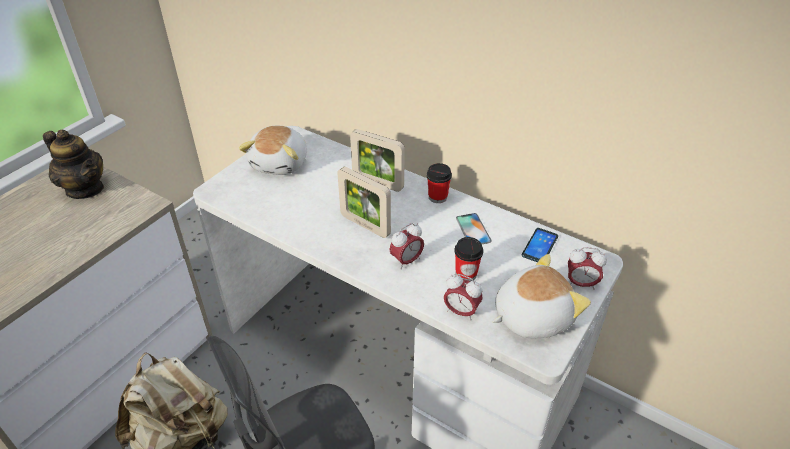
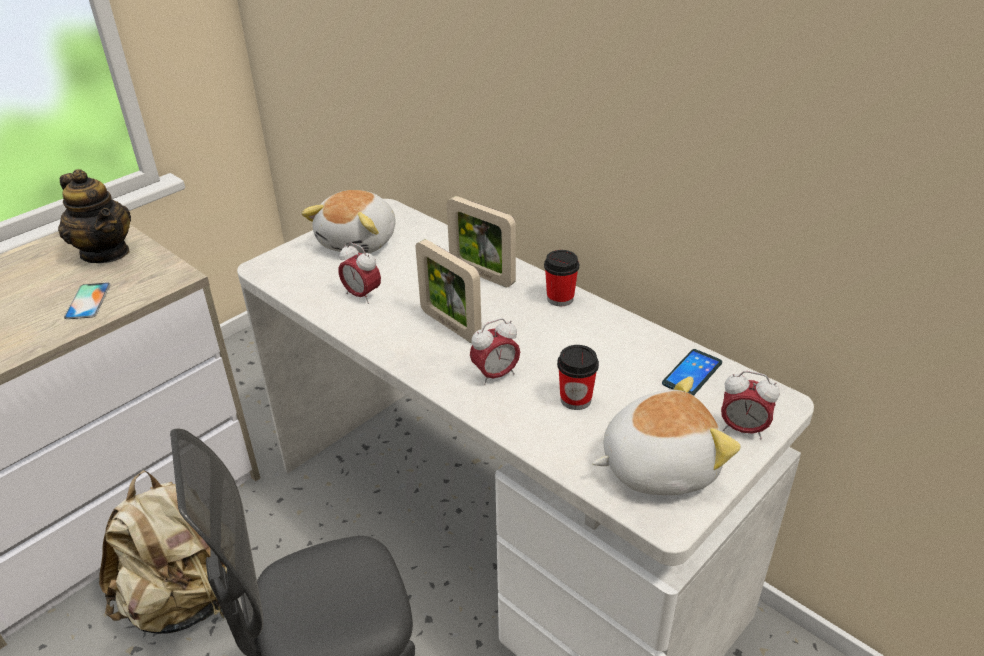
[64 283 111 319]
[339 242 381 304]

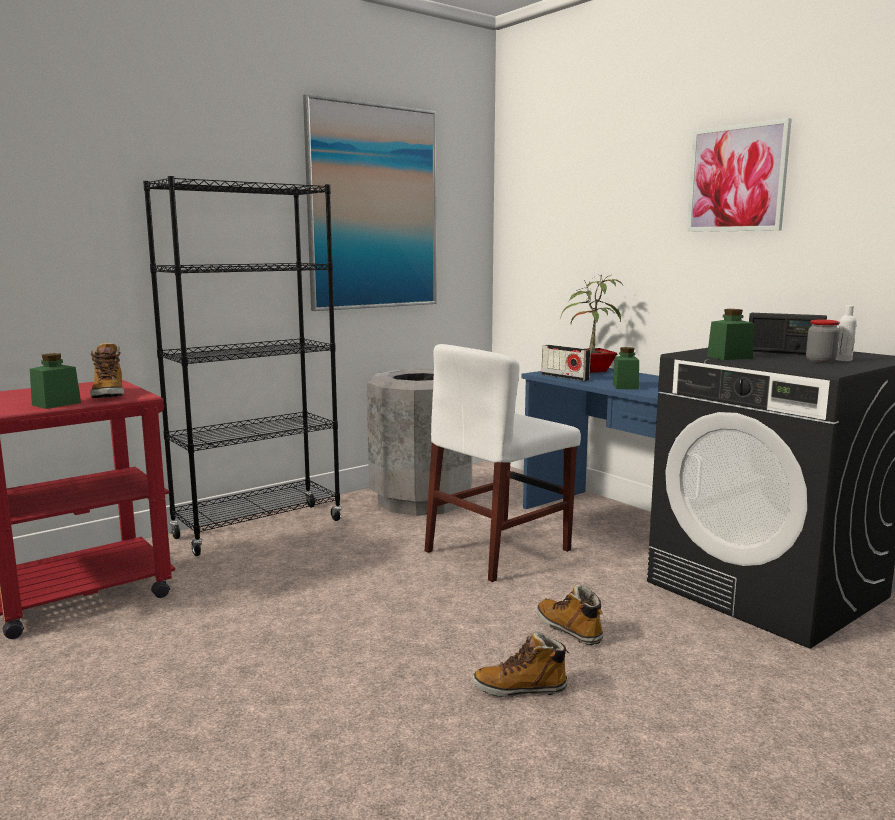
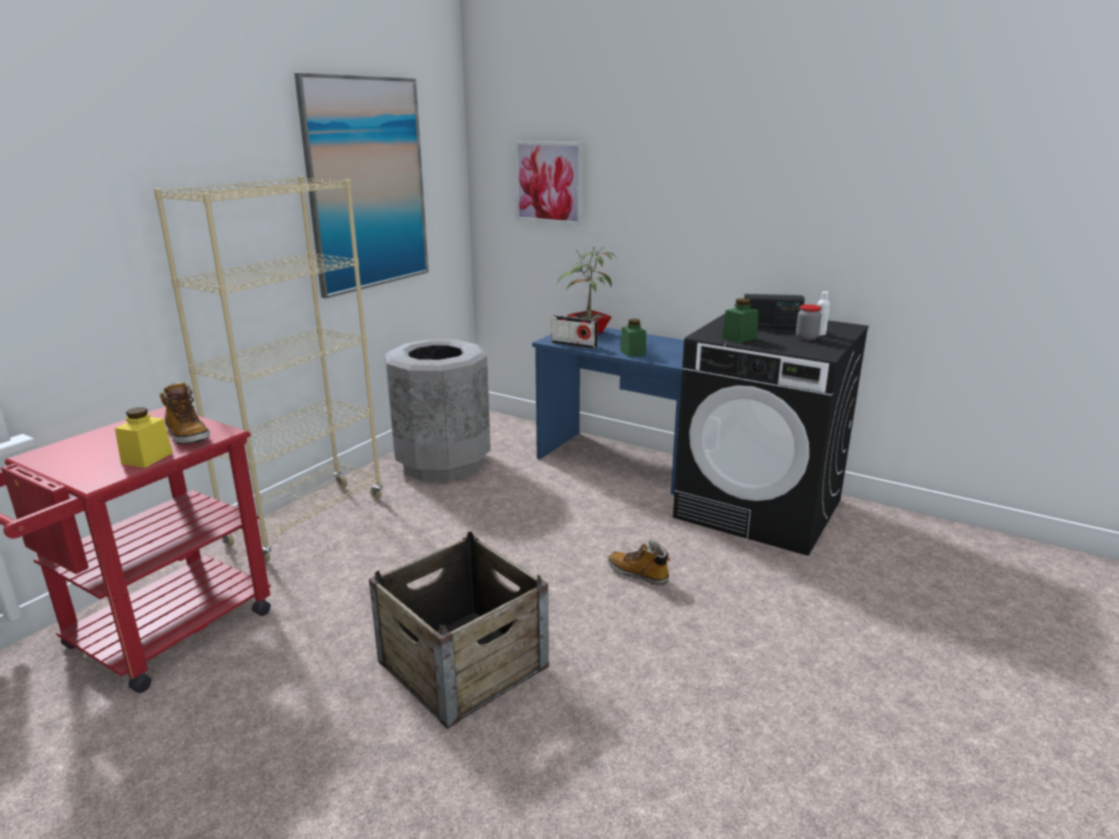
[514 141 583 226]
[154 176 383 563]
[425 344 581 582] (first image)
[115 407 173 468]
[473 631 570 697] (first image)
[369 531 549 729]

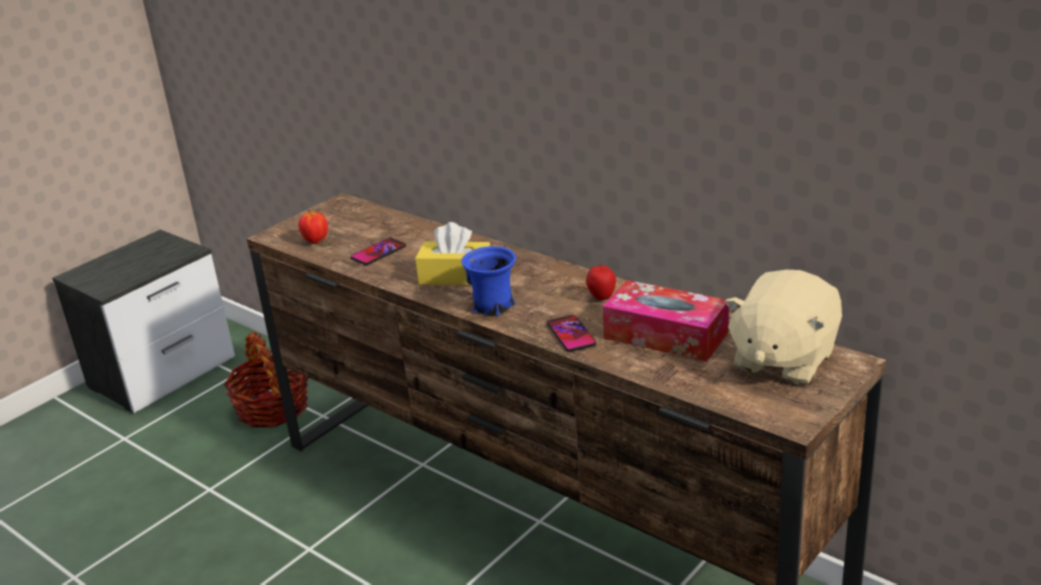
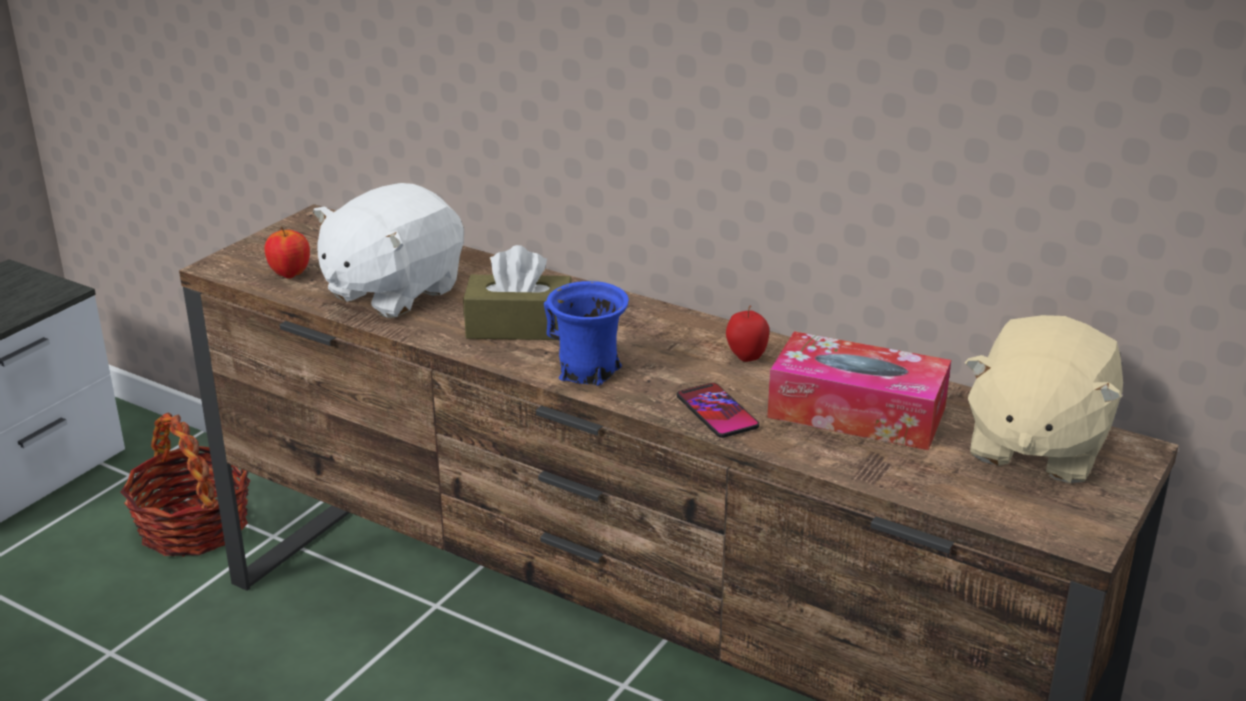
[463 245 572 340]
[313 183 464 318]

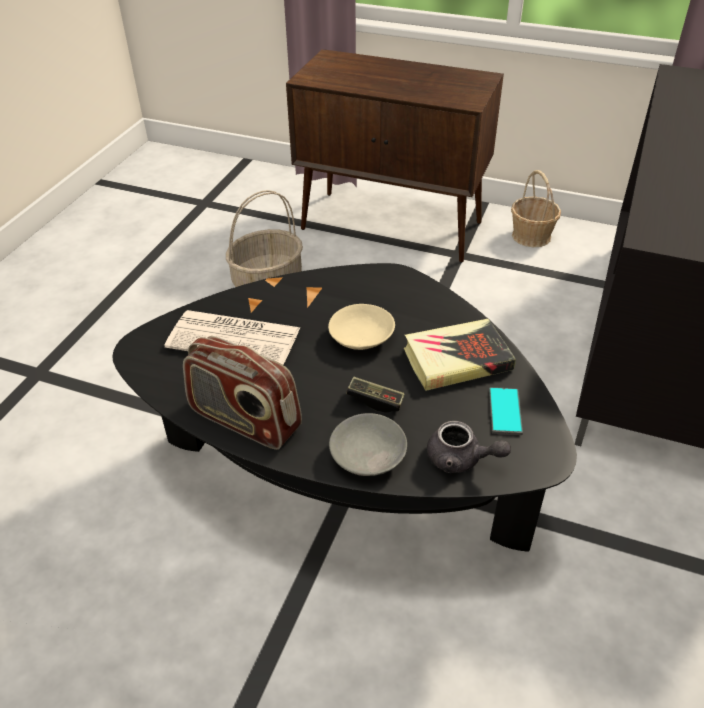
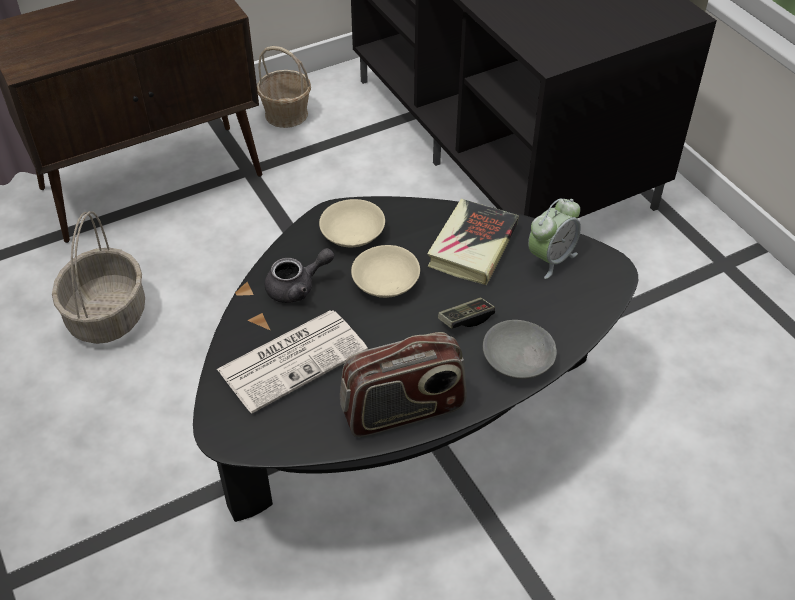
[528 198 581 279]
[265 248 334 303]
[319 199 385 248]

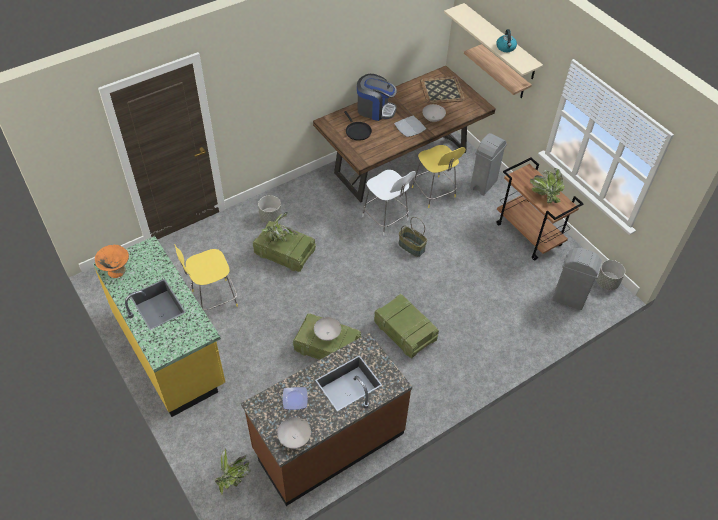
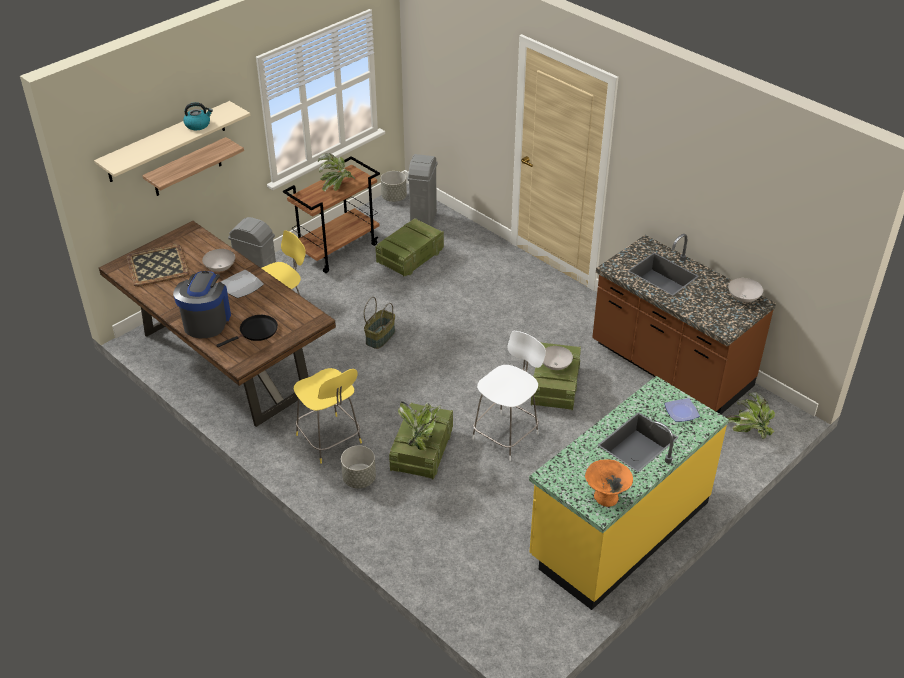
[472 331 546 461]
[294 368 362 464]
[375 218 444 276]
[664 398 700 422]

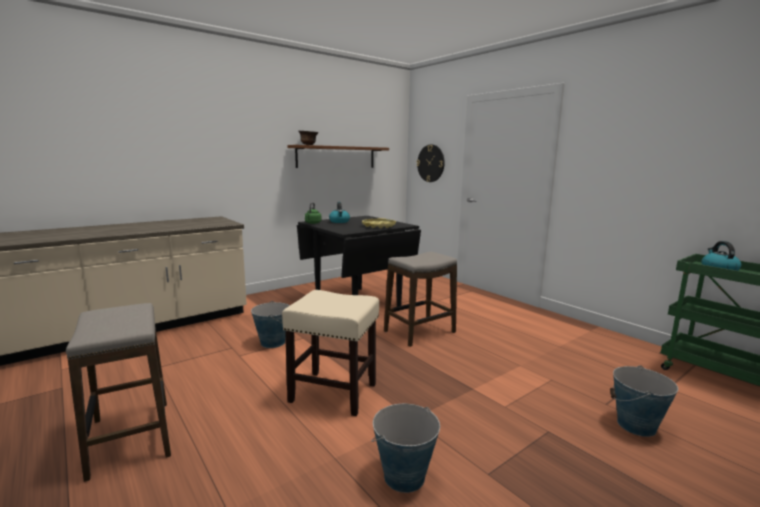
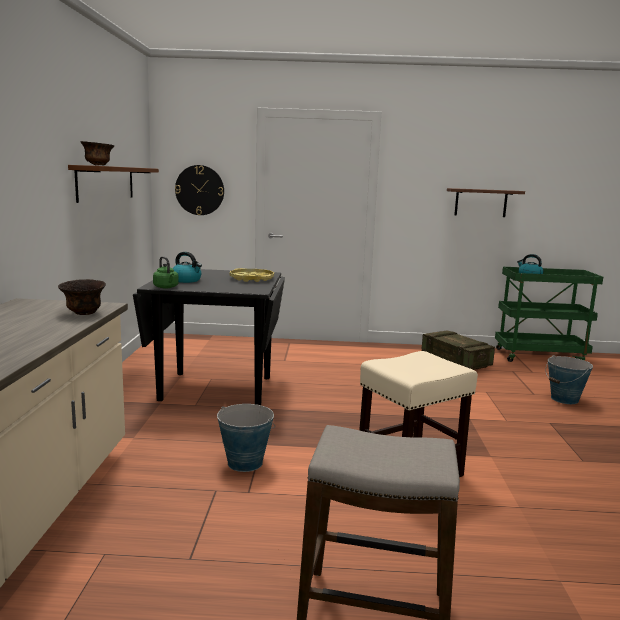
[384 252 457 347] (first image)
[371 404 440 493] (first image)
[447 188 525 217]
[58 279 106 315]
[421 330 495 370]

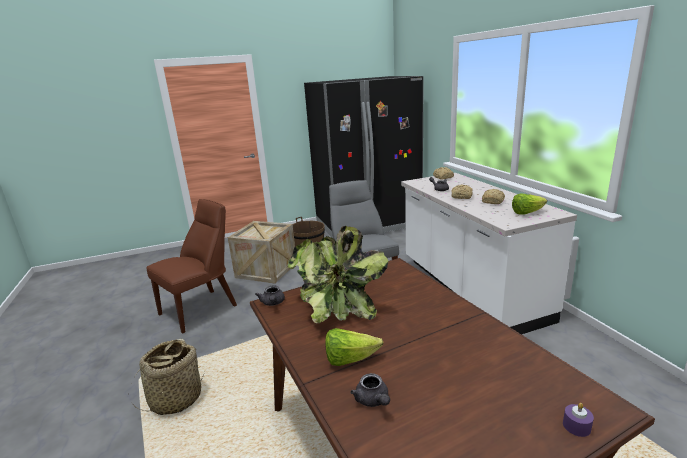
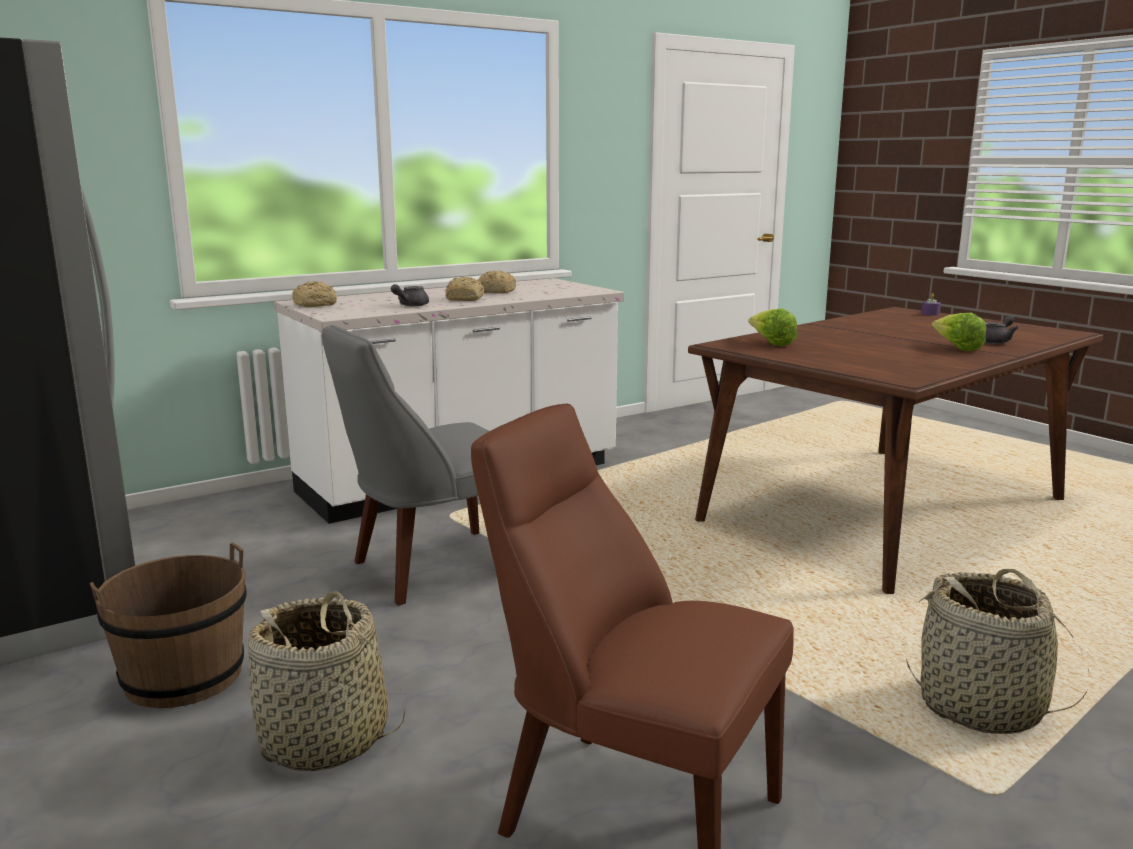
[748 309 797 346]
[248 591 405 771]
[287 225 388 323] (first image)
[255 286 285 306] (first image)

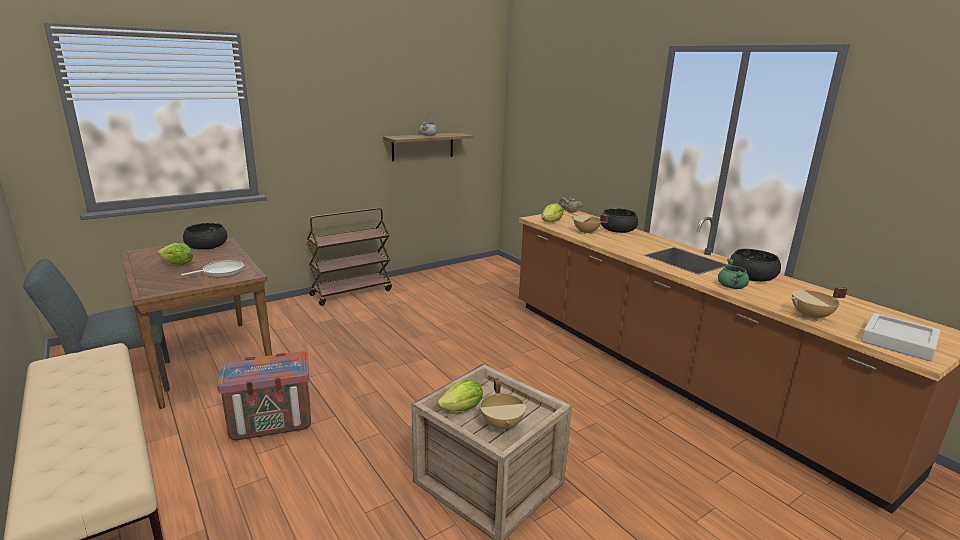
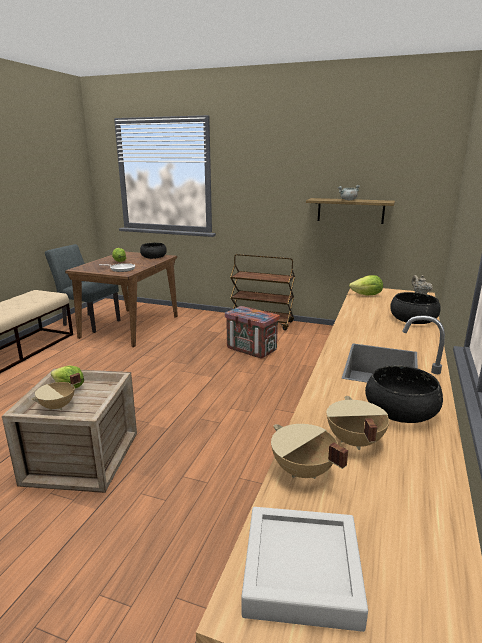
[327 396 389 450]
[718 259 749 289] (first image)
[225 306 280 358]

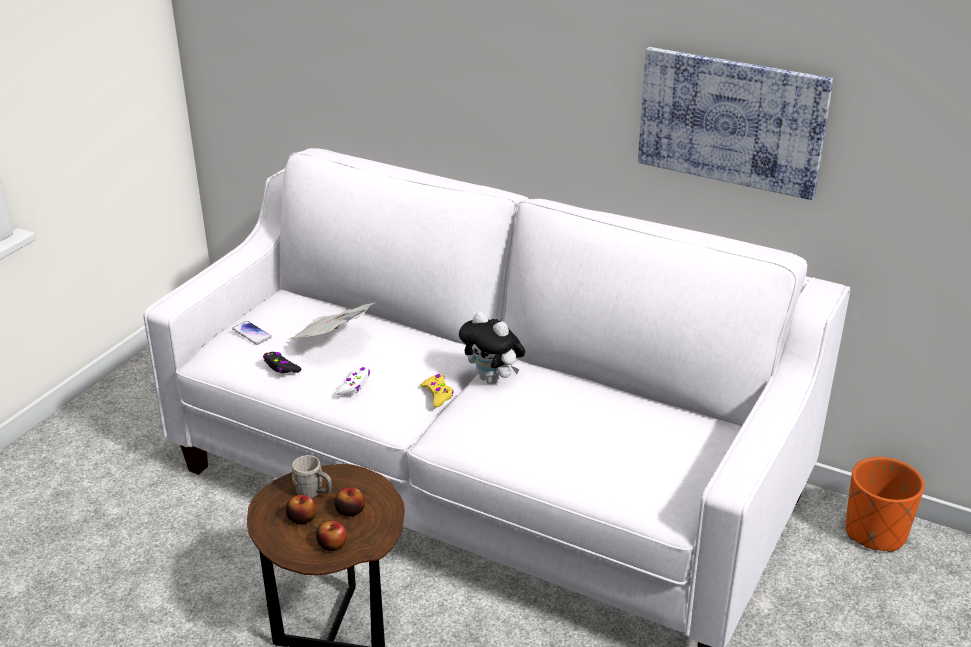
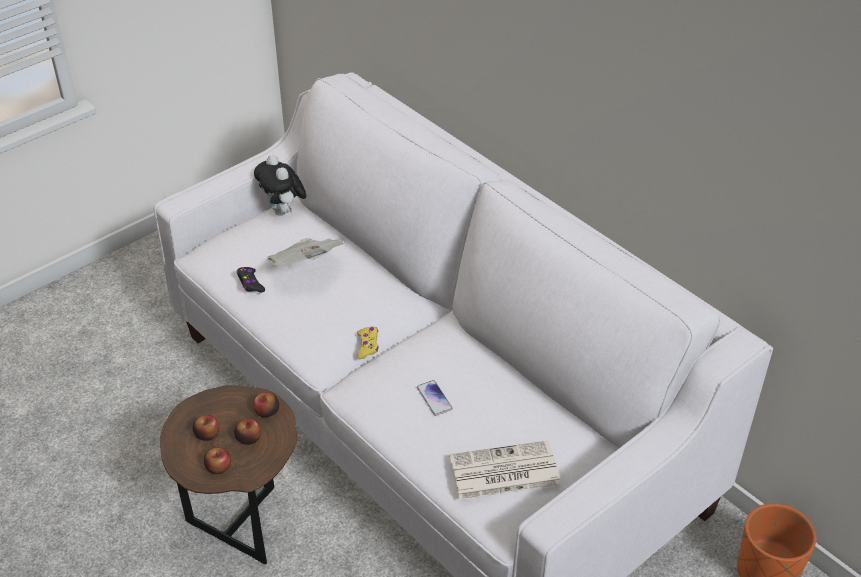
[638 47 833 200] (first image)
[254 155 307 216]
[417 380 453 416]
[336 367 370 395] (first image)
[292 455 332 498] (first image)
[253 392 279 417]
[449 440 561 500]

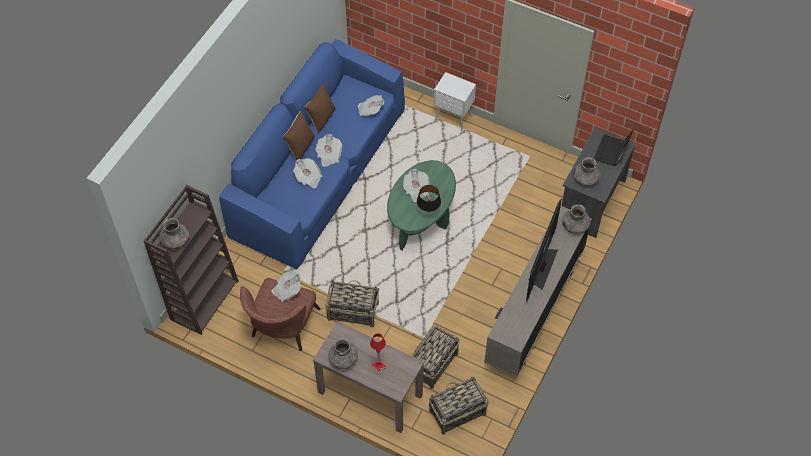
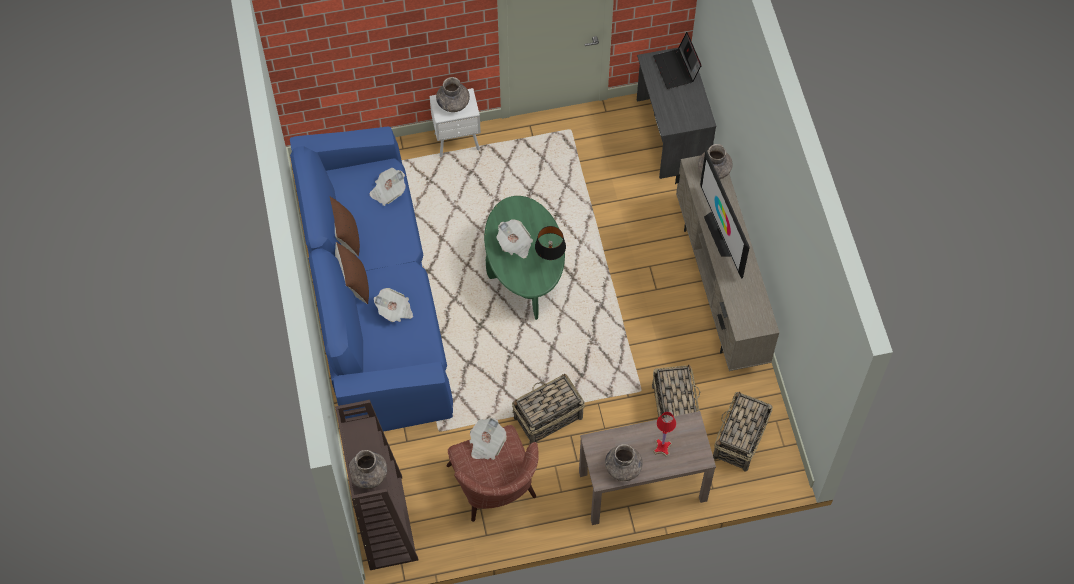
[315 134 342 167] (first image)
[436 77 470 112]

